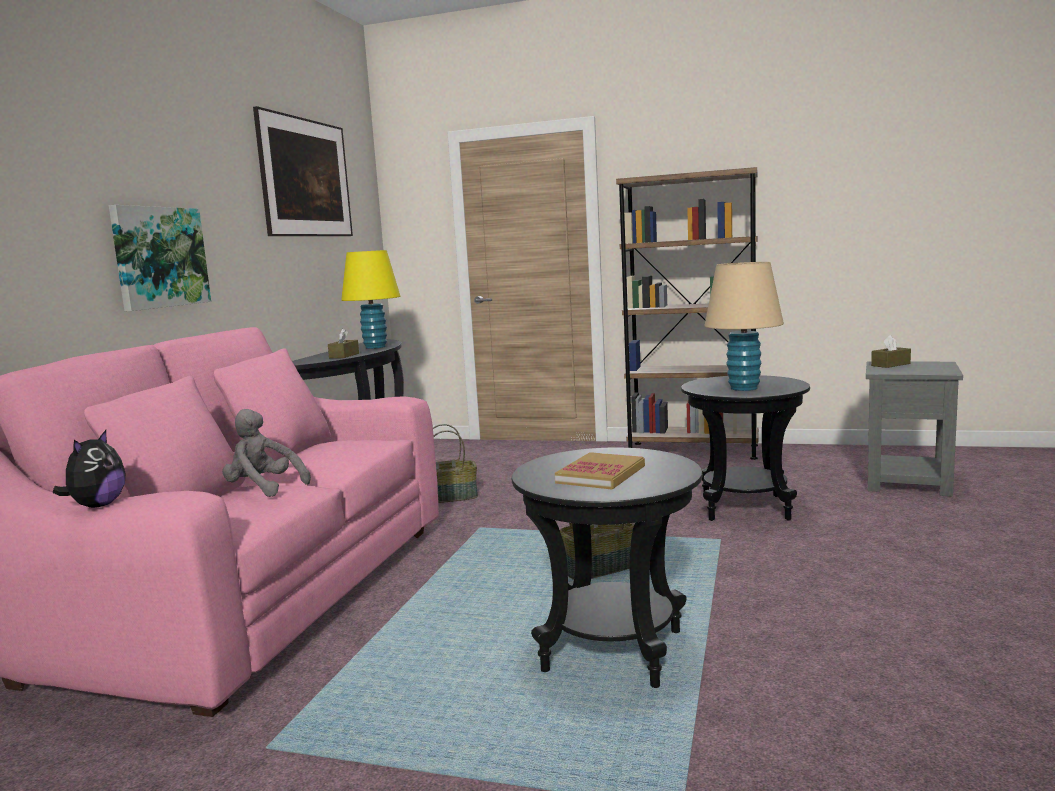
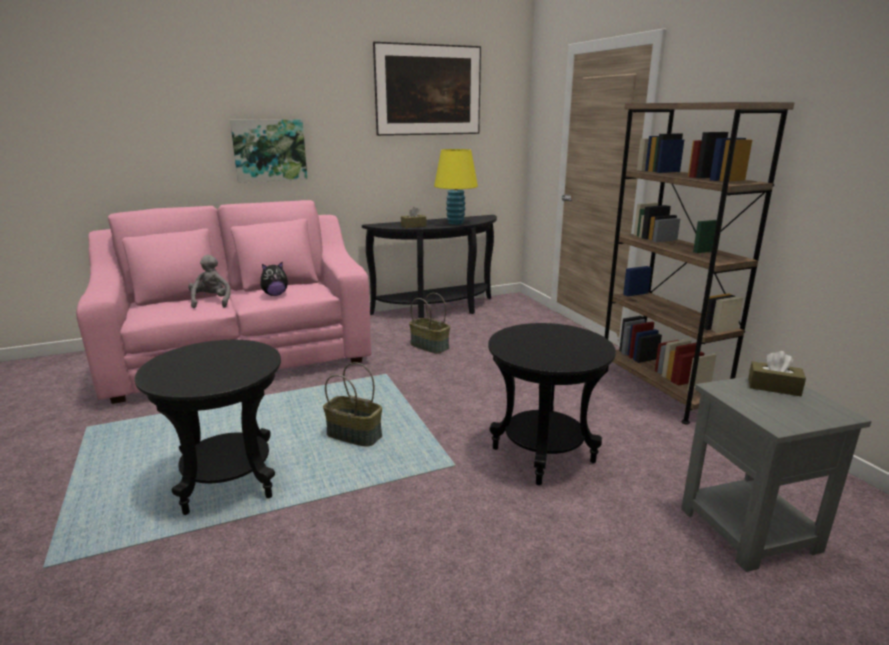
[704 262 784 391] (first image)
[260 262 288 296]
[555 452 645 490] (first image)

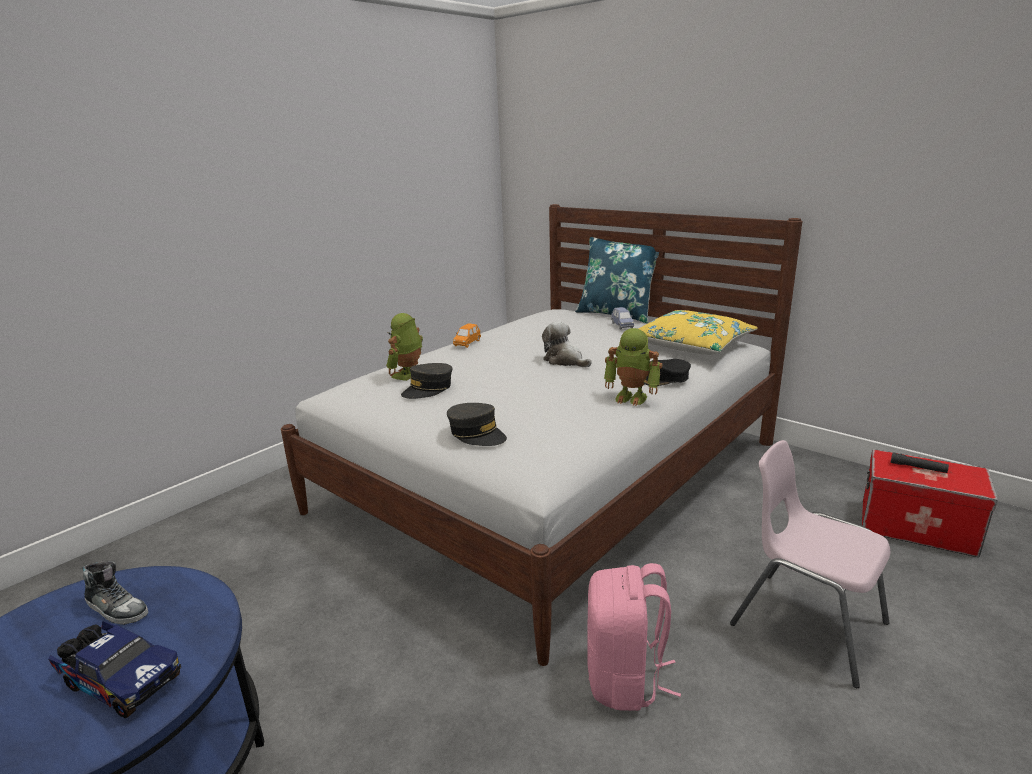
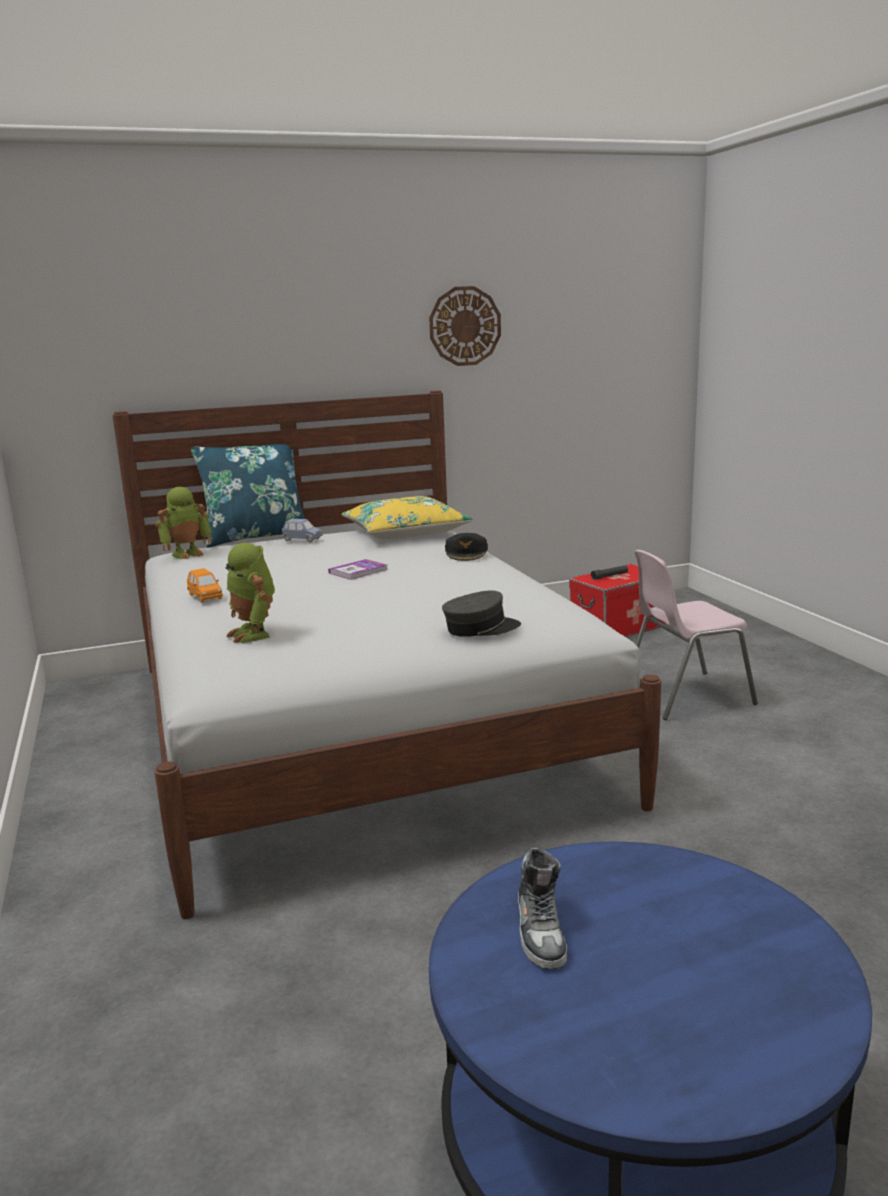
[328 559 388 580]
[155 487 212 559]
[401 363 453 399] (first image)
[518 848 567 969]
[587 563 681 711] (first image)
[48 621 181 718] (first image)
[429 286 501 366]

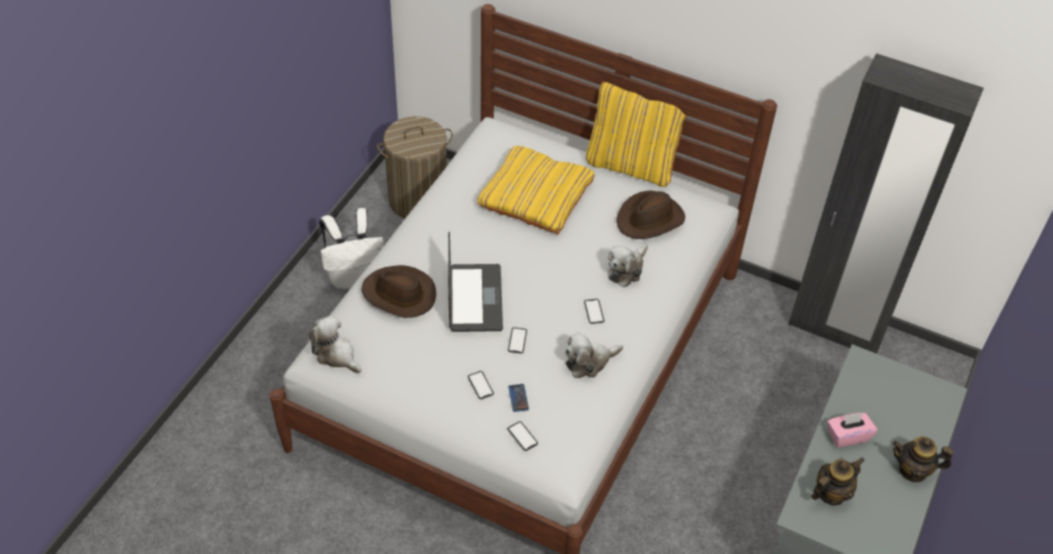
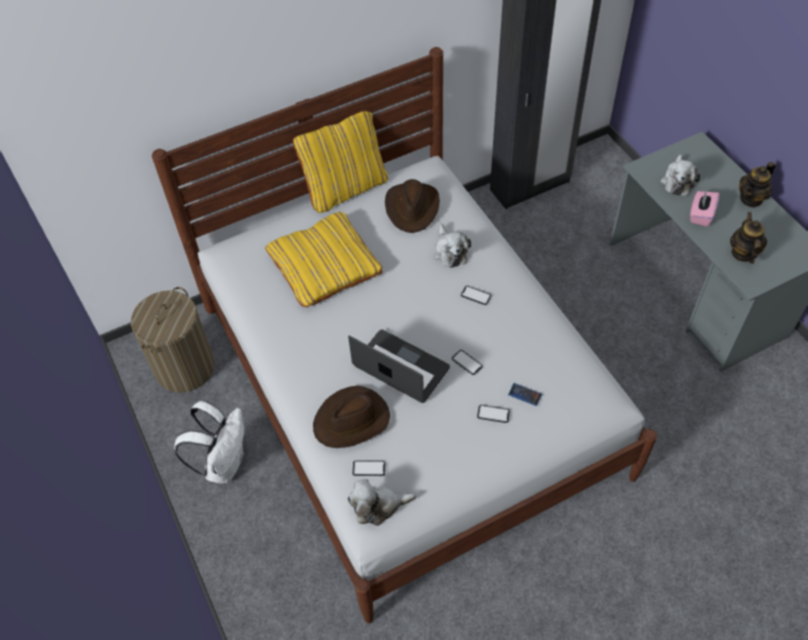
[660 154 700 196]
[352 460 385 476]

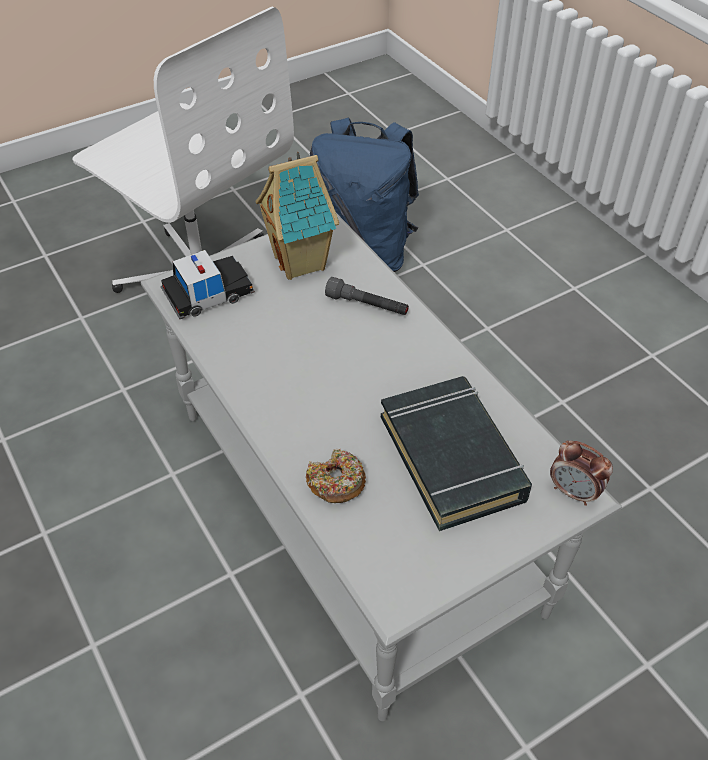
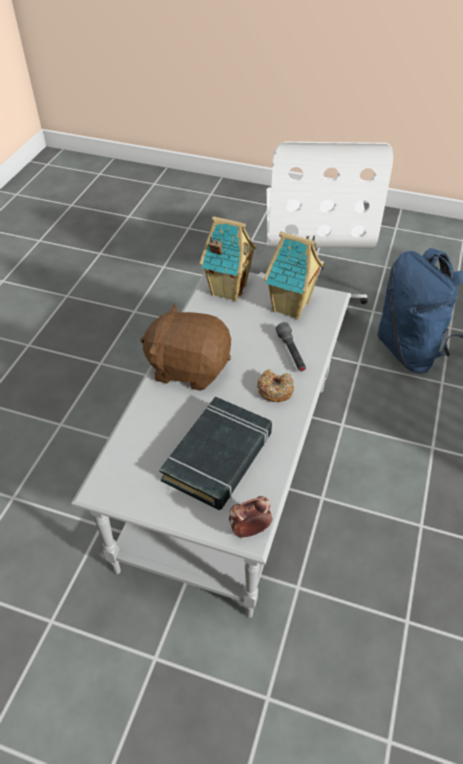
[199 216 257 302]
[229 496 273 539]
[257 369 294 402]
[140 303 231 391]

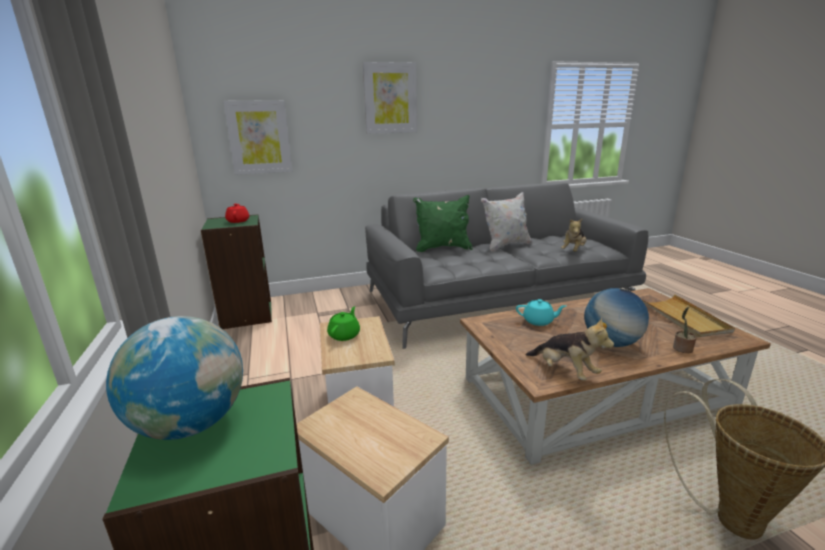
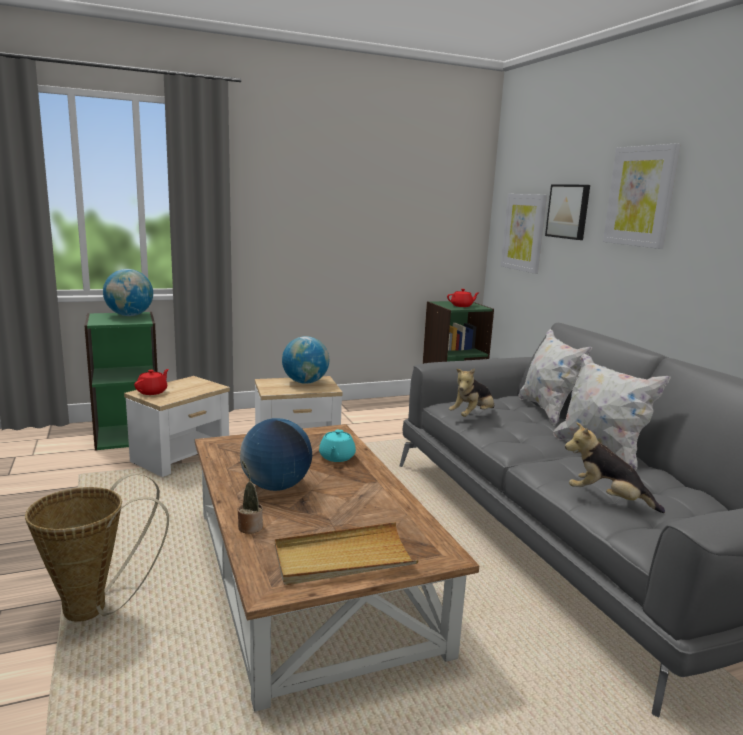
[519 329 592 425]
[282 336 329 384]
[449 368 494 417]
[545 184 590 240]
[134 369 169 395]

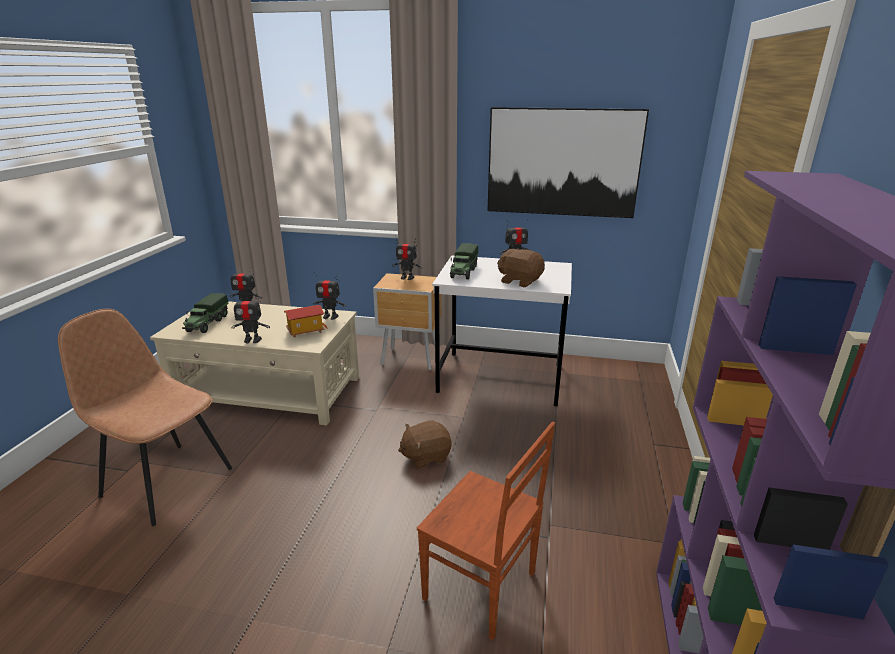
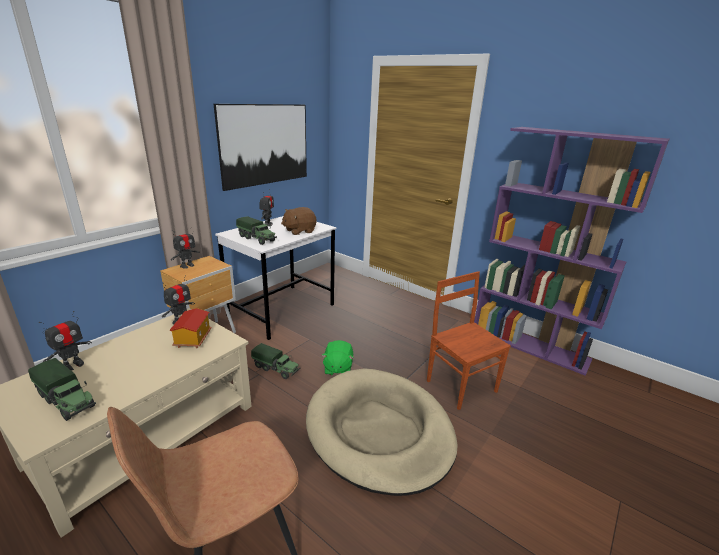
[231 293 270 343] (first image)
[321 340 354 375]
[427 271 511 410]
[251 343 301 379]
[306 368 458 496]

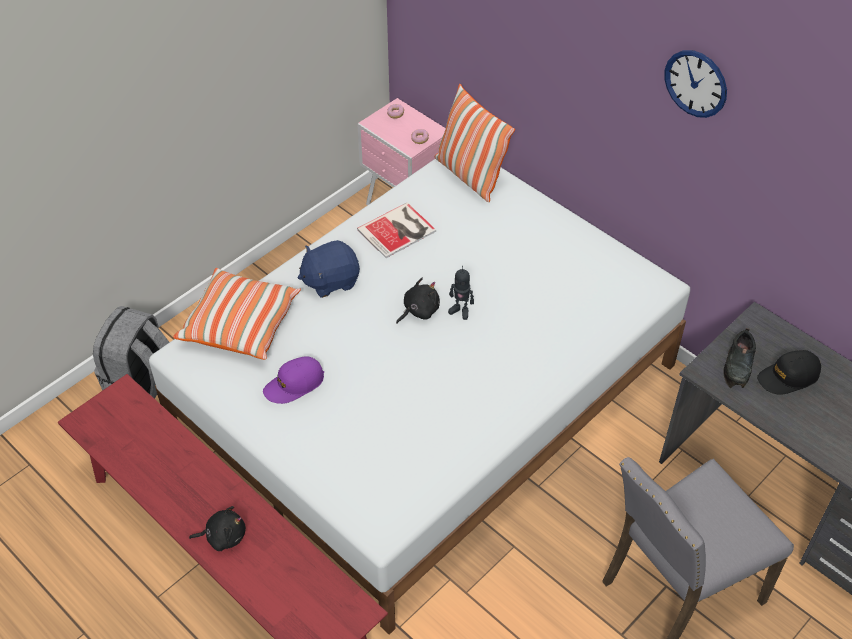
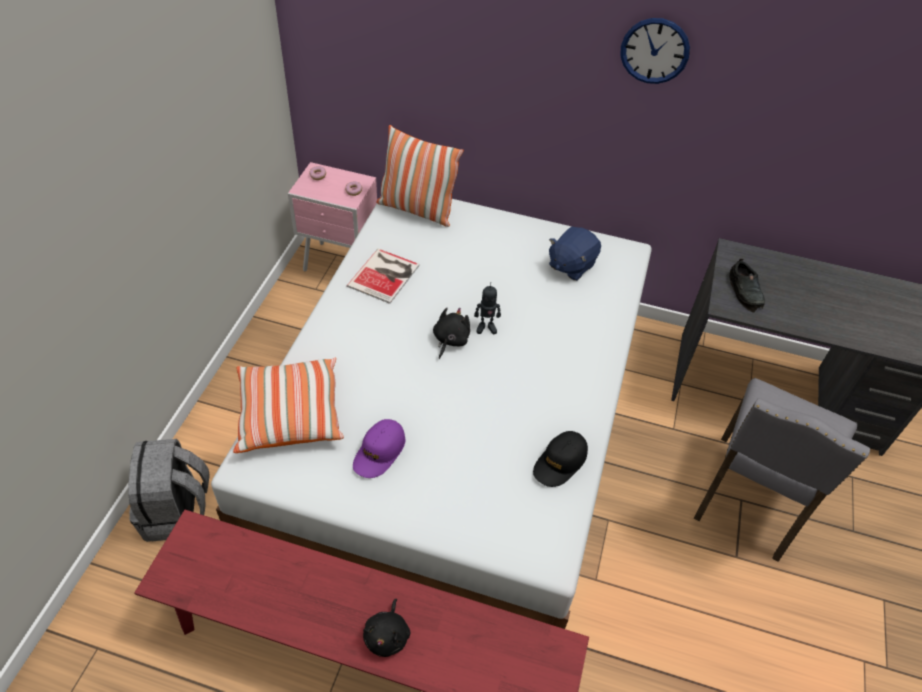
[549 227 601 281]
[533 431 588 487]
[363 599 410 657]

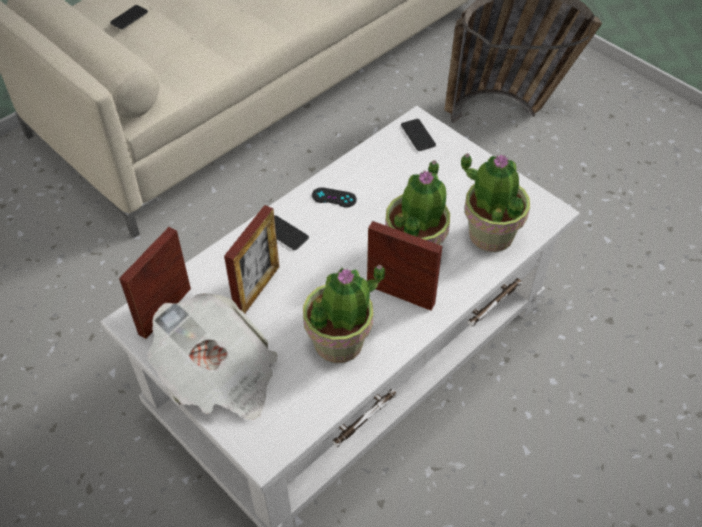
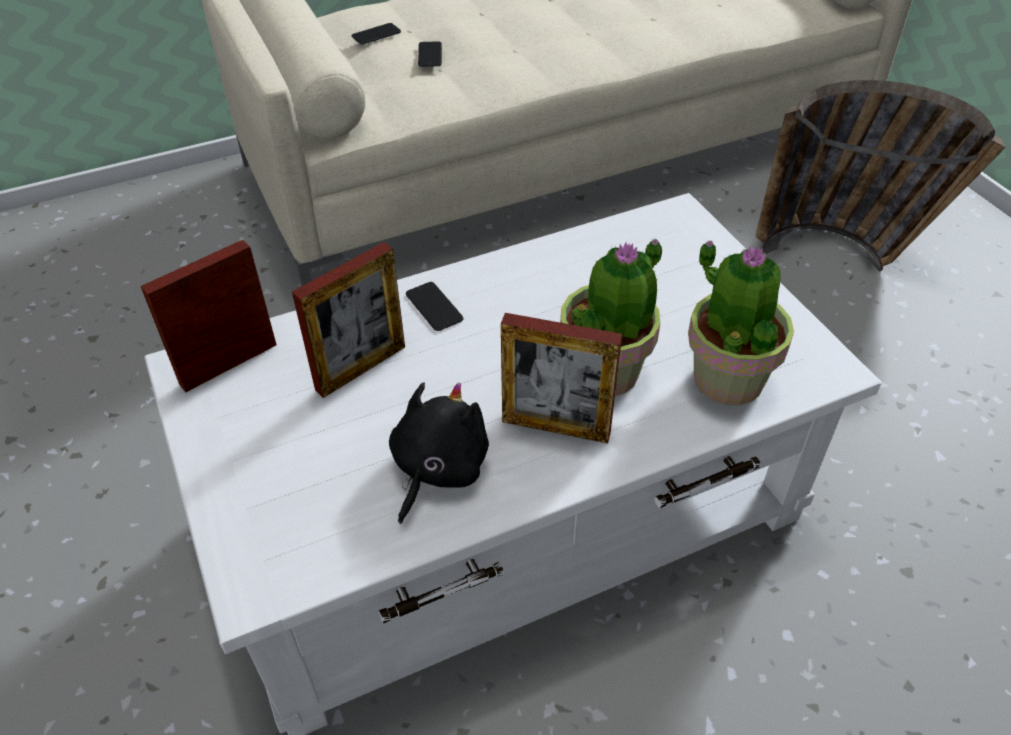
[418 41 442 67]
[312 187 357 207] (first image)
[501 313 622 443]
[389 382 489 524]
[147 293 278 420] (first image)

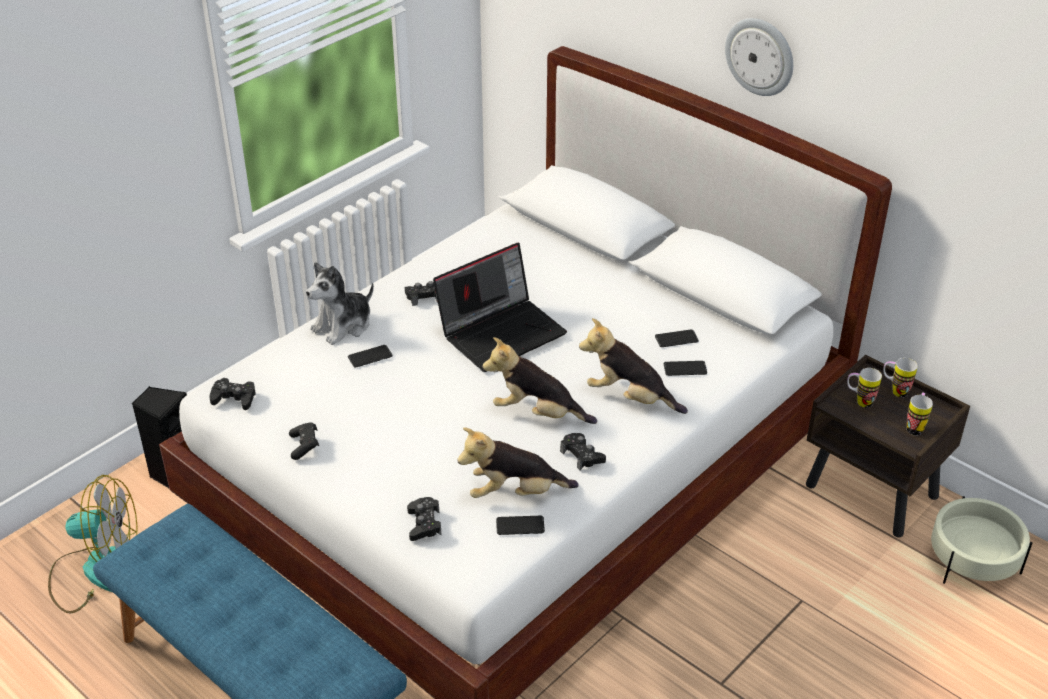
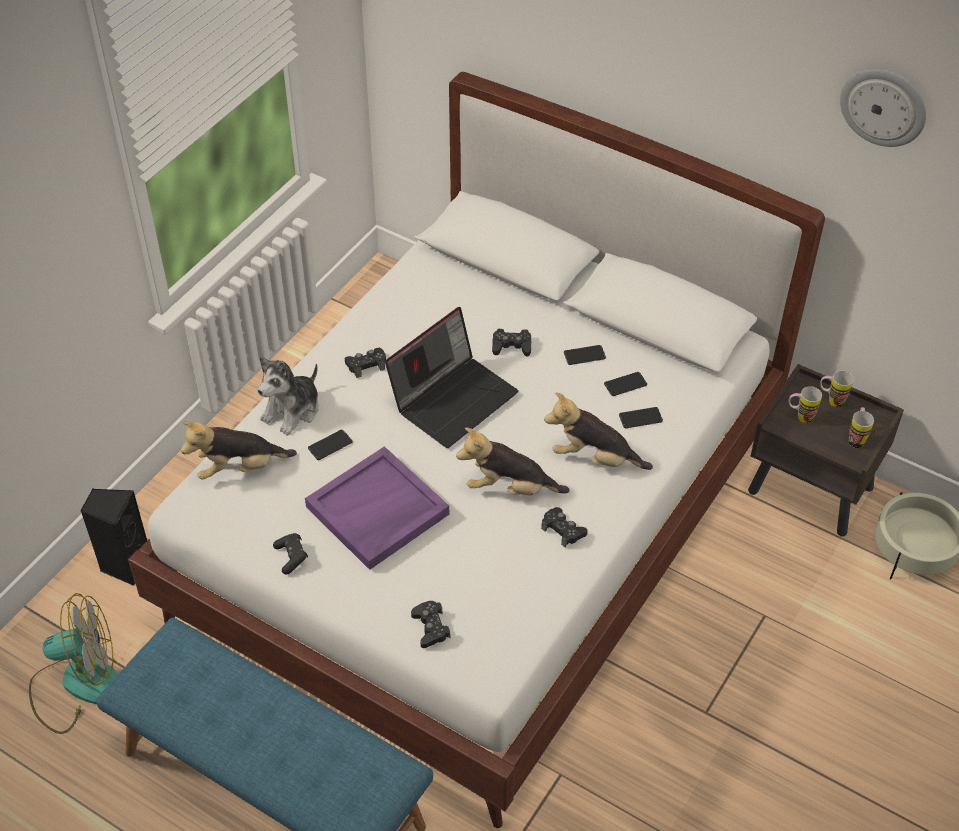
[840 69 926 147]
[492 329 531 357]
[181 421 297 480]
[564 345 606 365]
[305 446 449 570]

